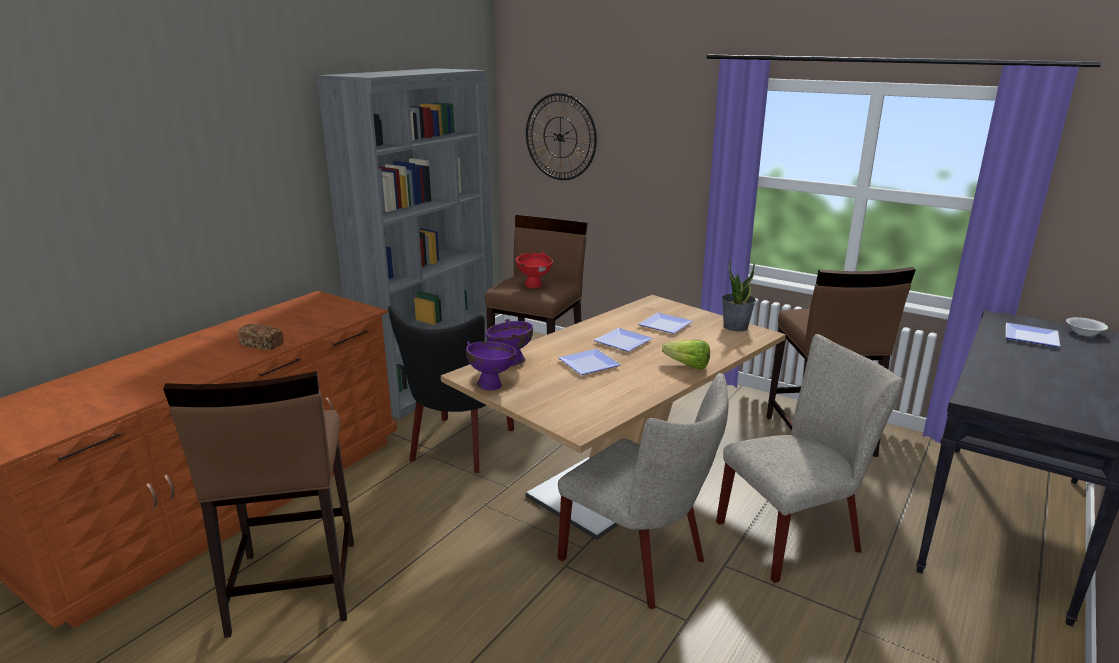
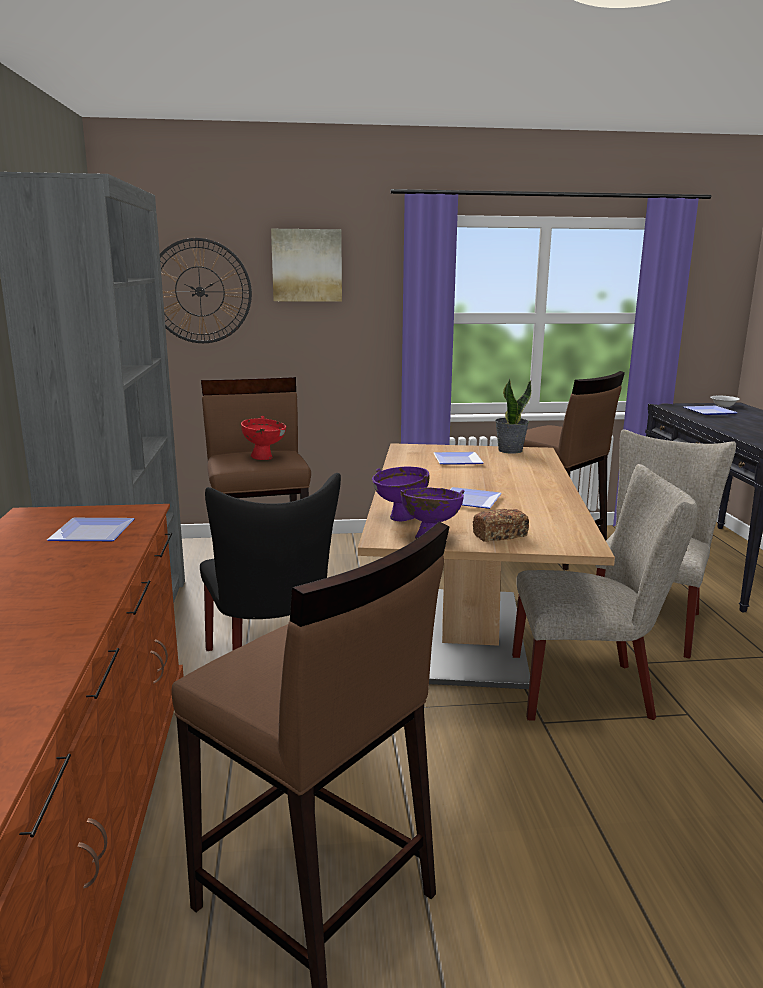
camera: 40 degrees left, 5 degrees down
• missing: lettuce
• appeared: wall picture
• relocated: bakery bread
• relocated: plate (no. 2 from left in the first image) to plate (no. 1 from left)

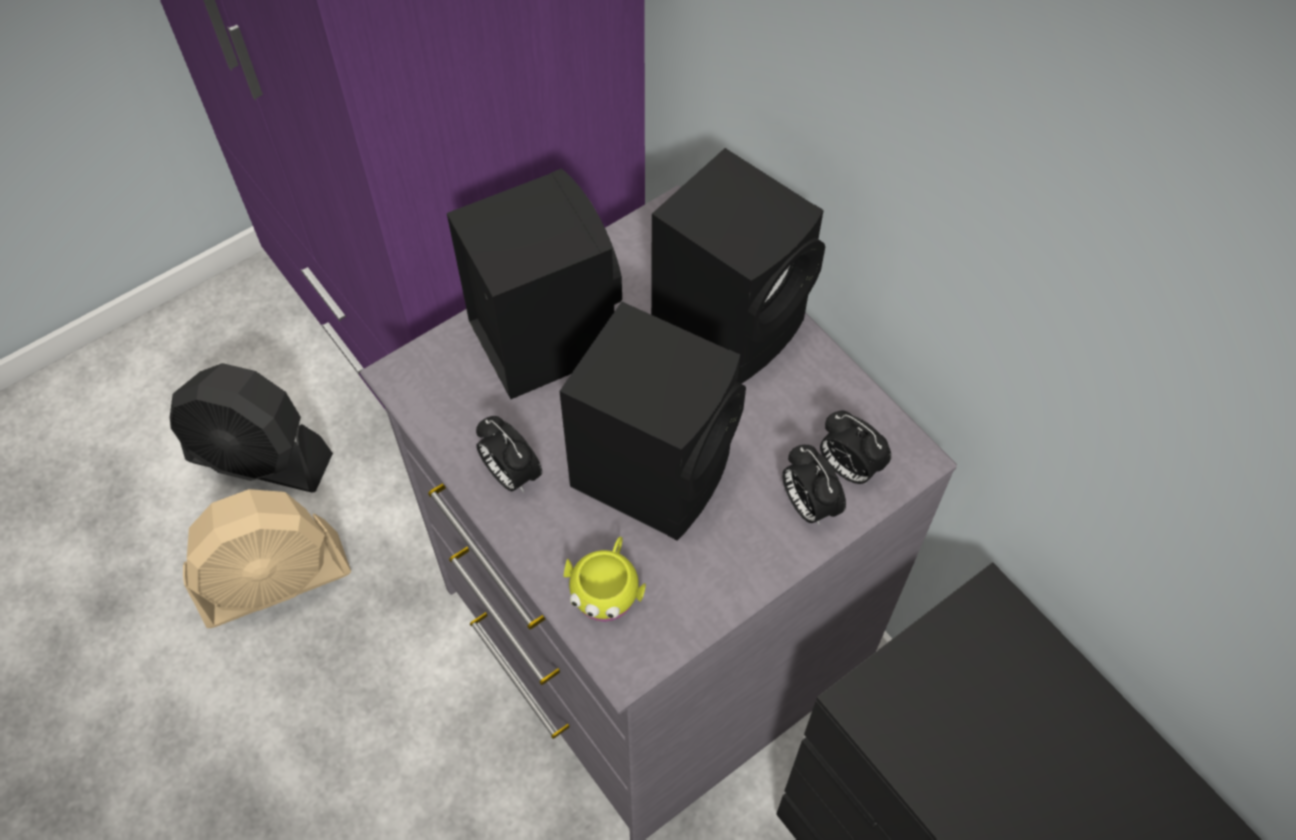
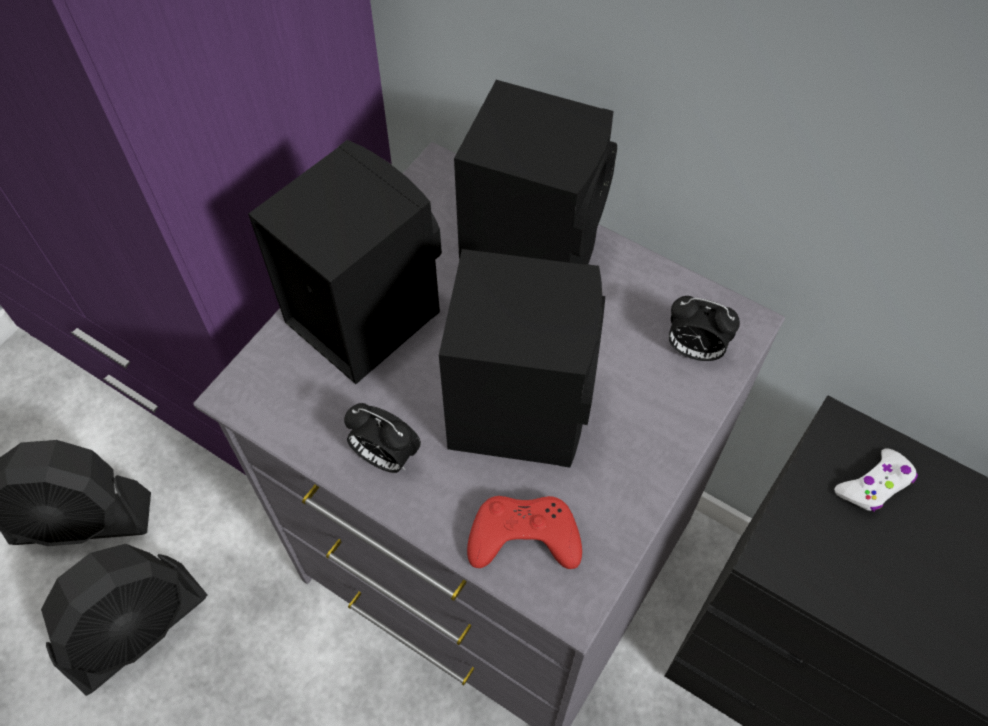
camera: 20 degrees left, 0 degrees up
• missing: table clock (no. 2 from left)
• appeared: white game controller
• exchanged: yellow mug to reddish game controller
• colour: sand-coloured electric fan to black electric fan (no. 2 from left)

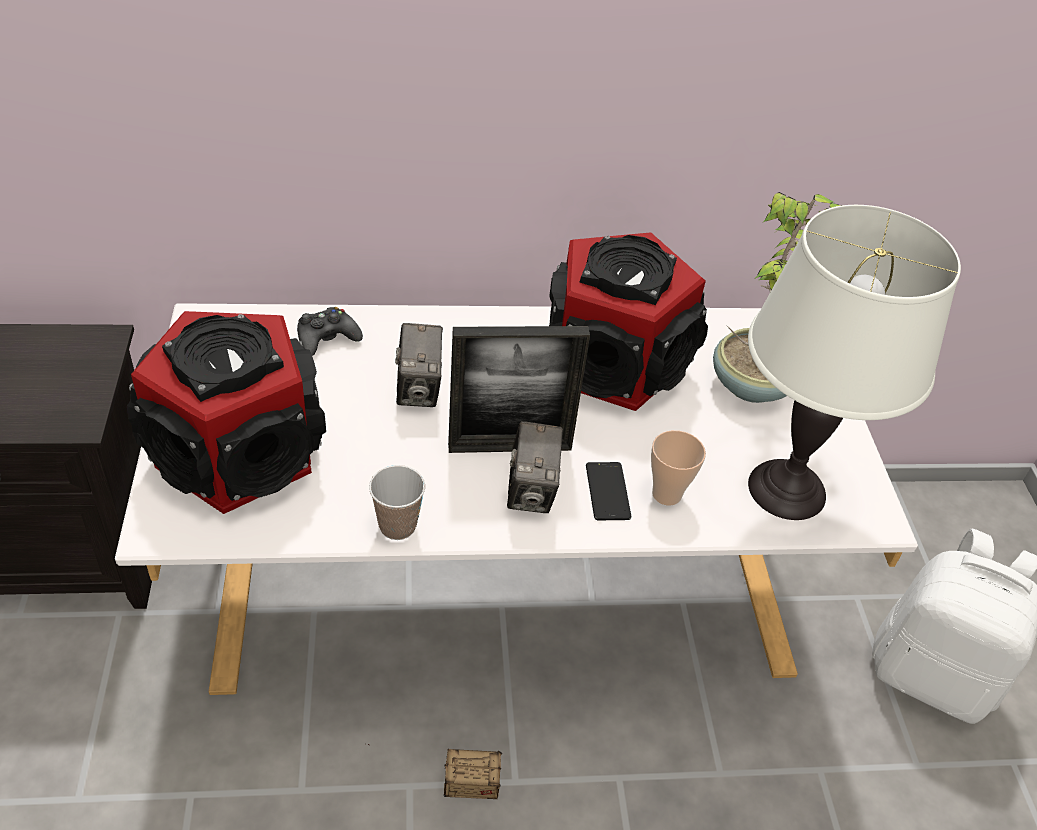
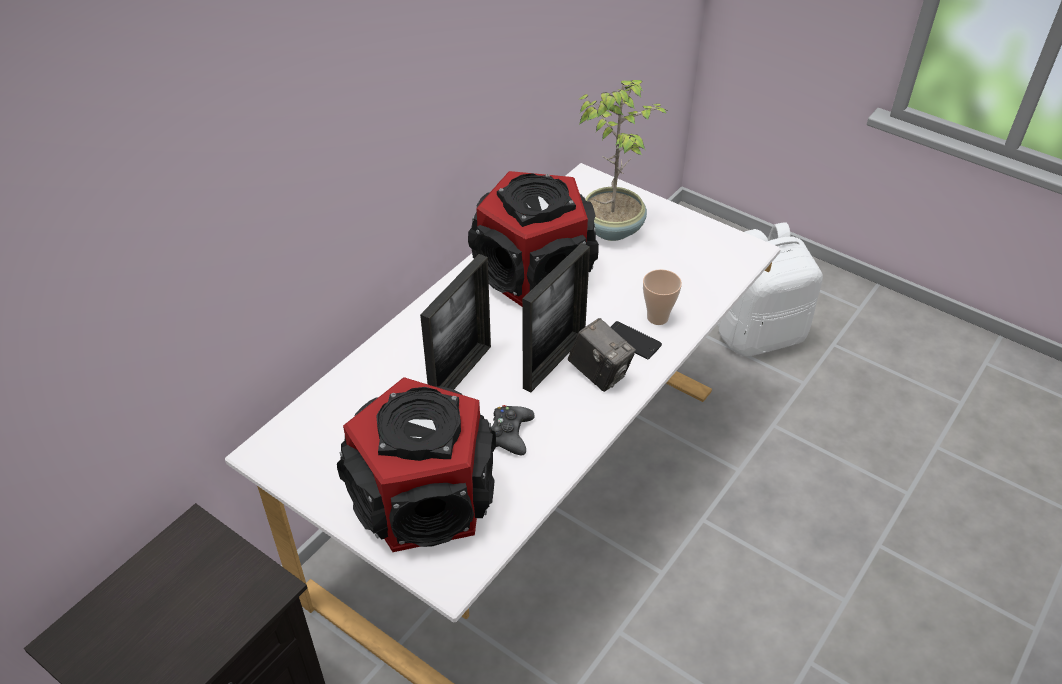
camera: 45 degrees left, 0 degrees up
• missing: storage container
• missing: small cup (no. 1 from left)
• missing: white tabletop lamp
• relocated: black game controller
• exchanged: photo camera (no. 1 from left) to picture frame (no. 1 from left)

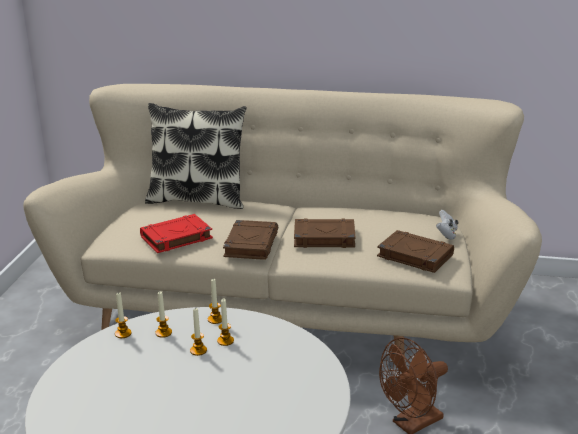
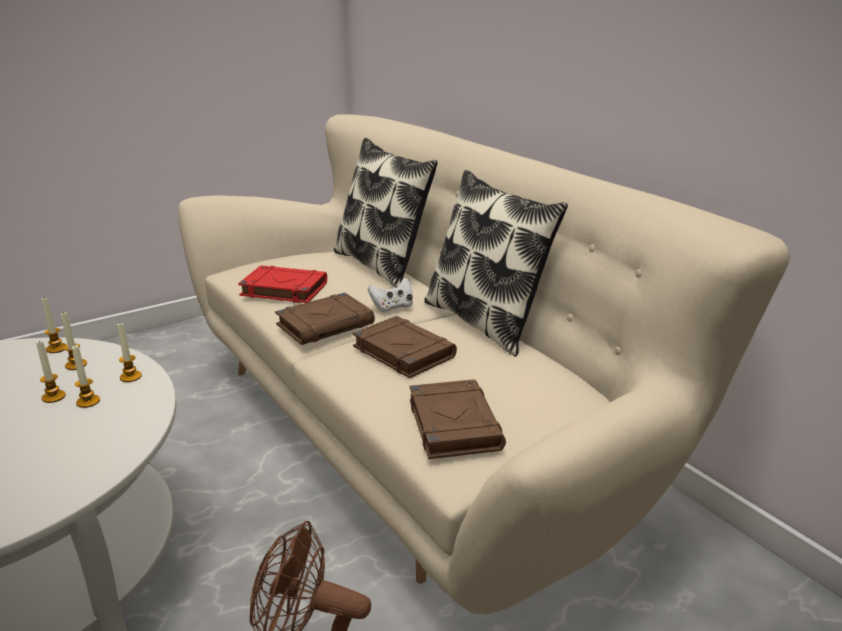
camera: 45 degrees right, 0 degrees up
• appeared: throw pillow (no. 2 from left)
• relocated: white game controller

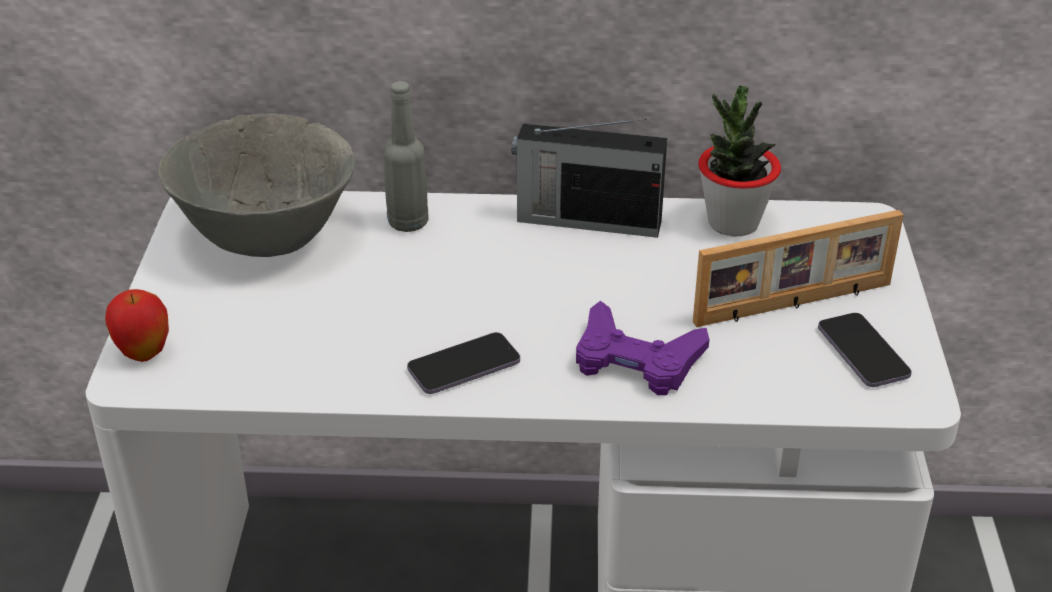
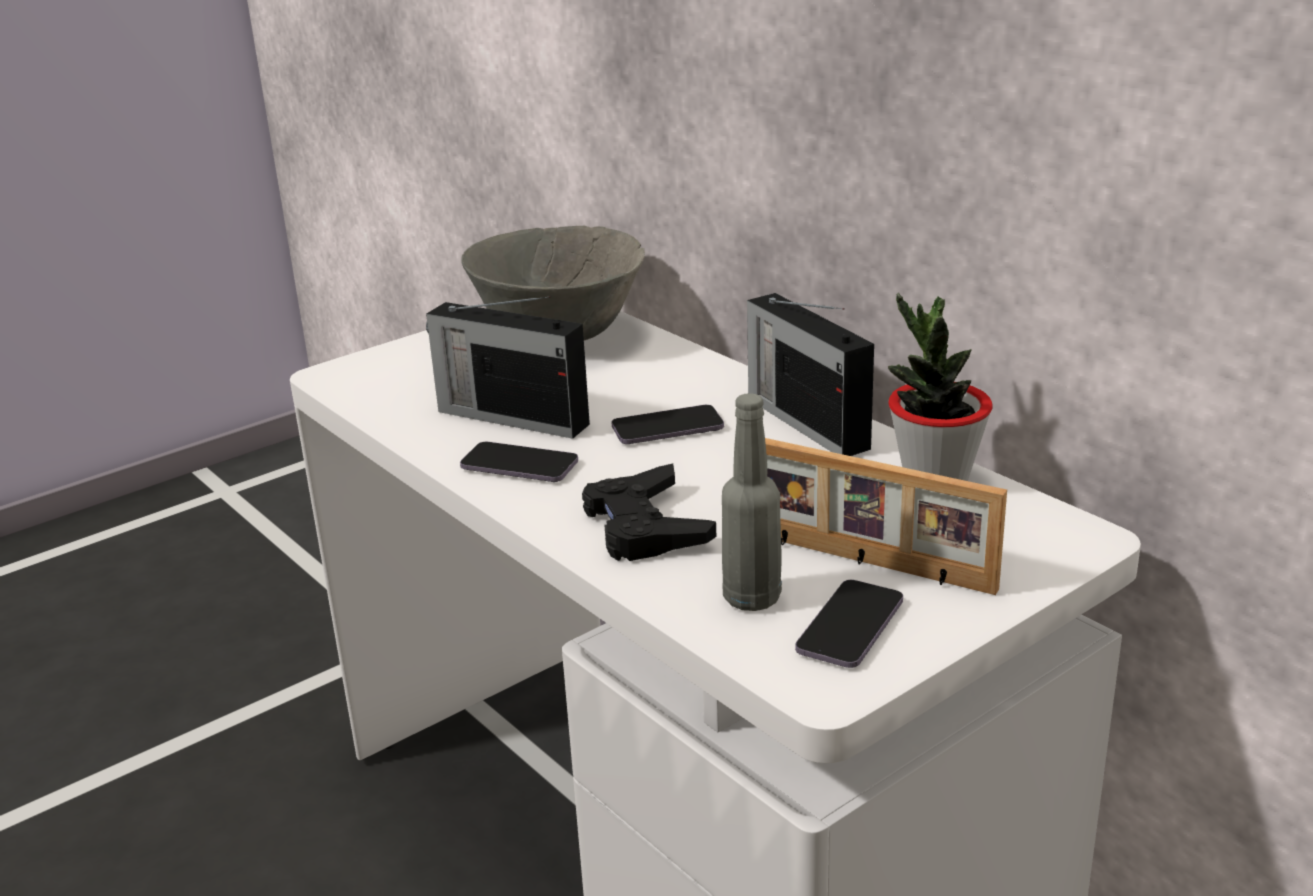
camera: 50 degrees right, 10 degrees down
• missing: apple
• appeared: radio receiver (no. 1 from left)
• appeared: handset (no. 2 from left)
• relocated: greyish drink bottle
• colour: purple-coloured game controller to black game controller

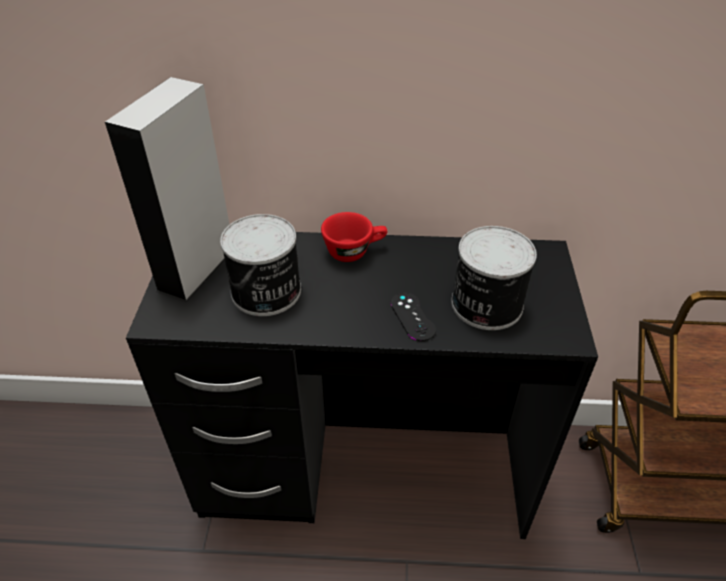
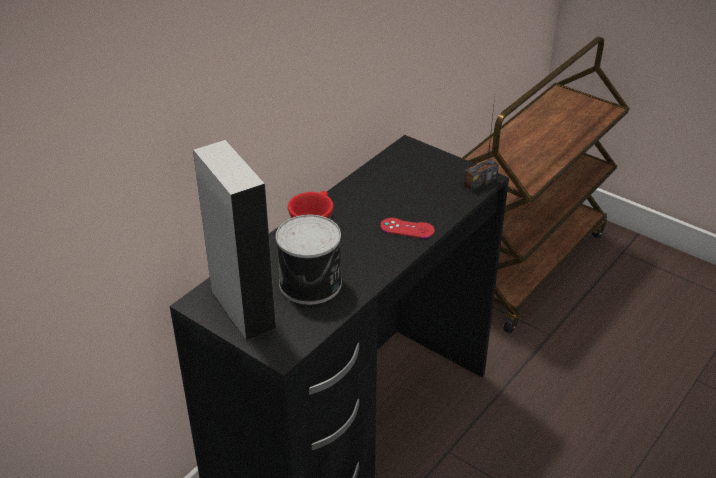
camera: 55 degrees left, 5 degrees down
• missing: can (no. 2 from left)
• appeared: radio receiver
• colour: black game controller to reddish game controller

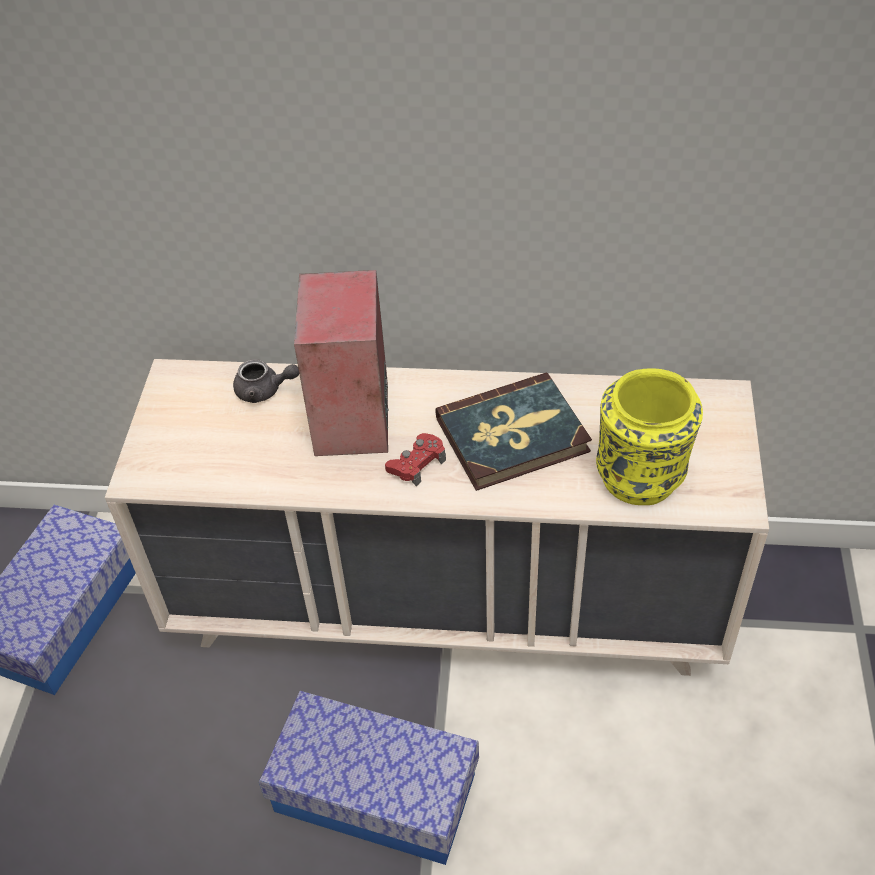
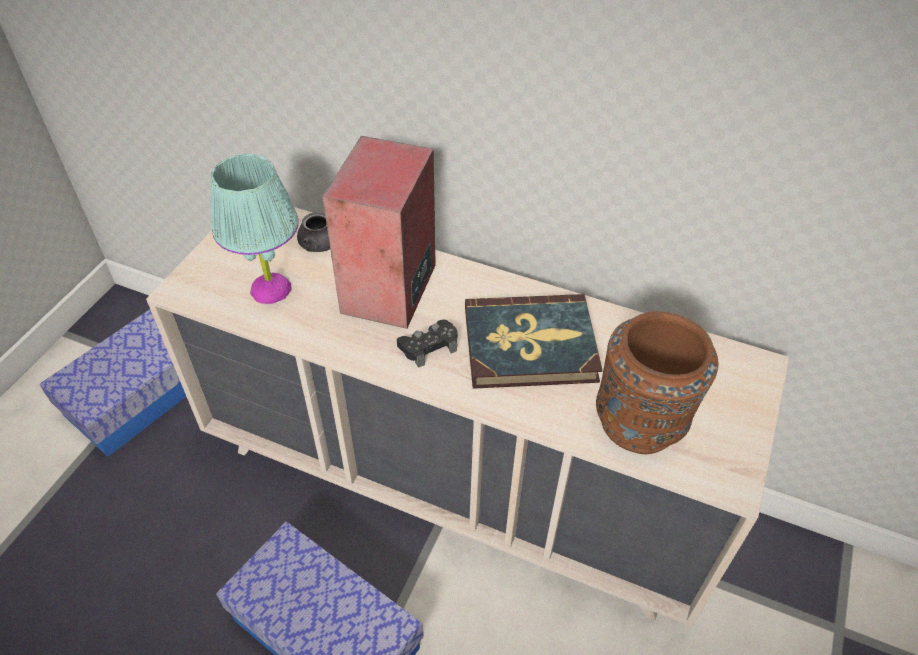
camera: 15 degrees right, 0 degrees up
• appeared: turquoise tabletop lamp
• colour: reddish game controller to black game controller
• colour: yellow decorative vase to brown-coloured decorative vase

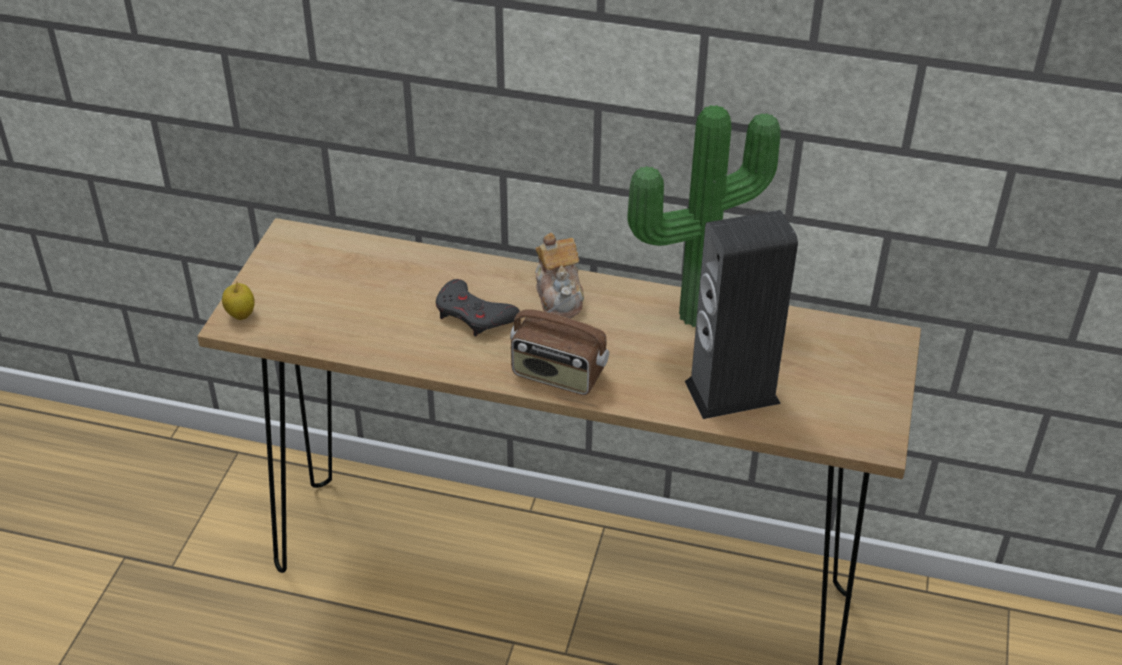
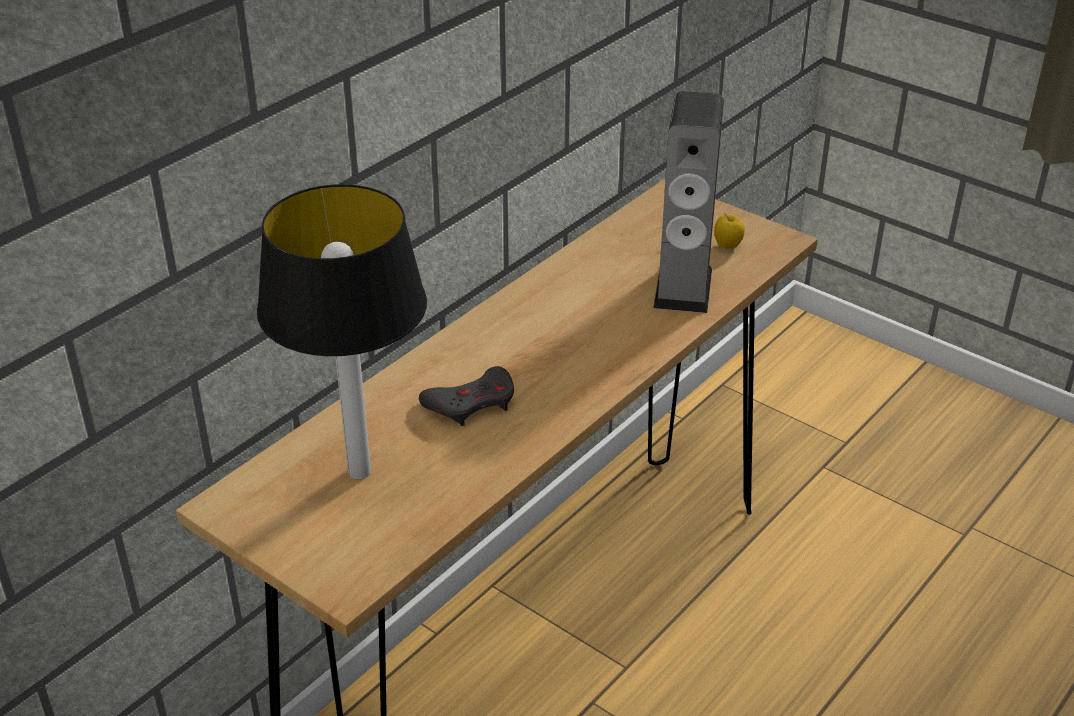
camera: 65 degrees left, 5 degrees down
• missing: radio receiver
• missing: tea pot
• missing: houseplant
• appeared: tabletop lamp
• relocated: apple

